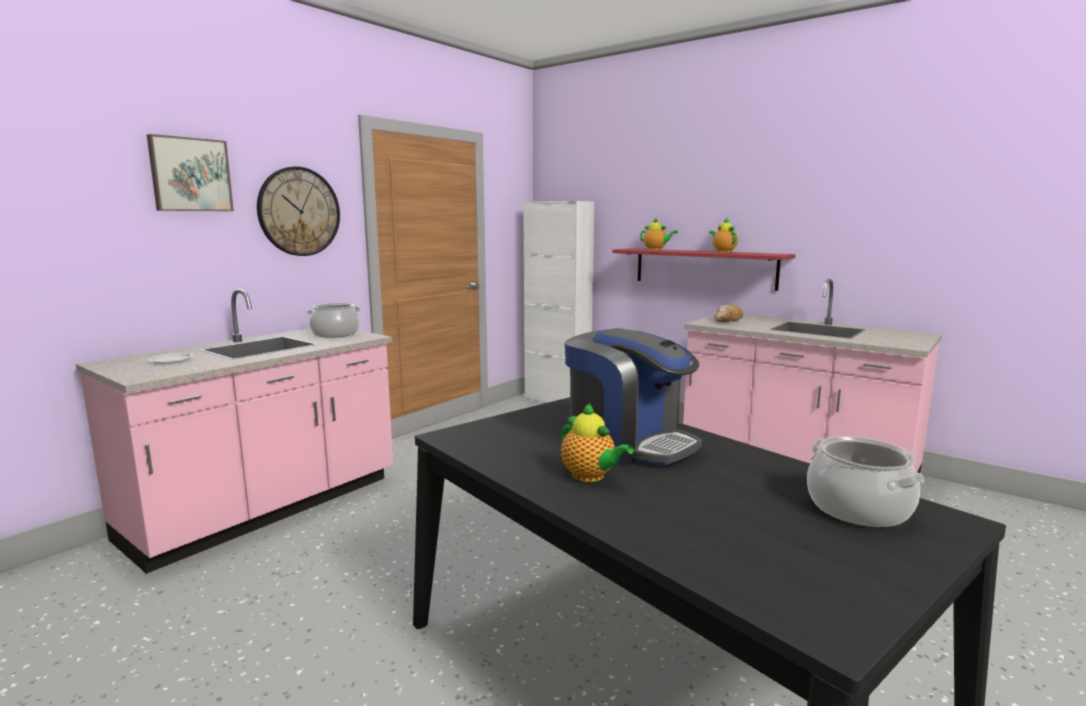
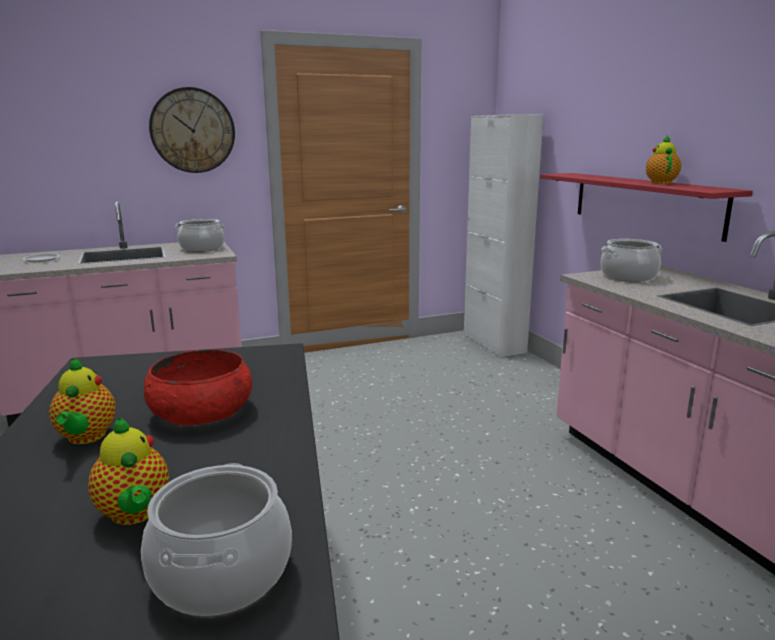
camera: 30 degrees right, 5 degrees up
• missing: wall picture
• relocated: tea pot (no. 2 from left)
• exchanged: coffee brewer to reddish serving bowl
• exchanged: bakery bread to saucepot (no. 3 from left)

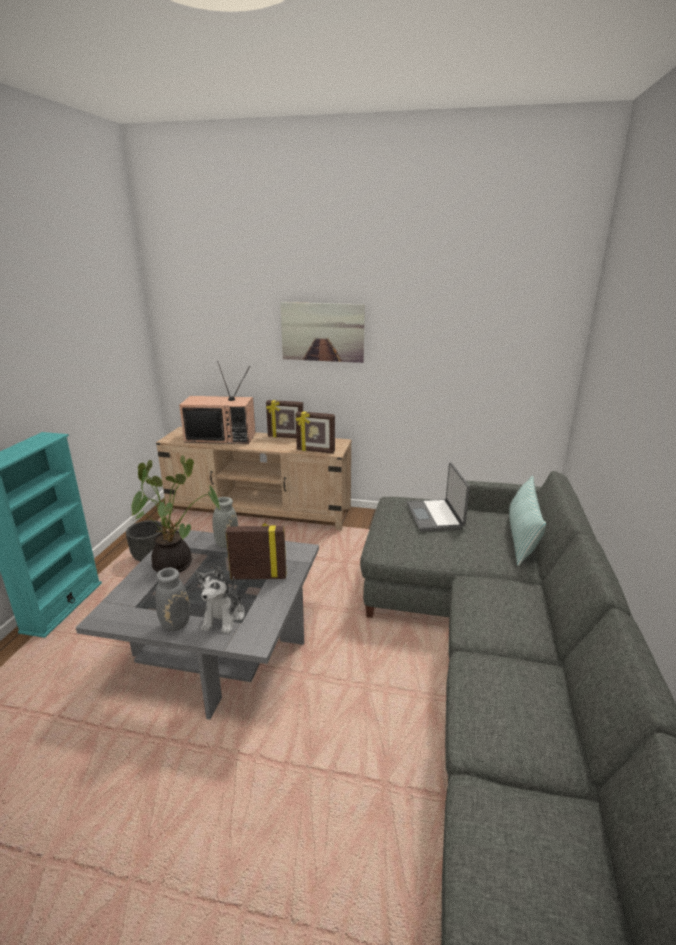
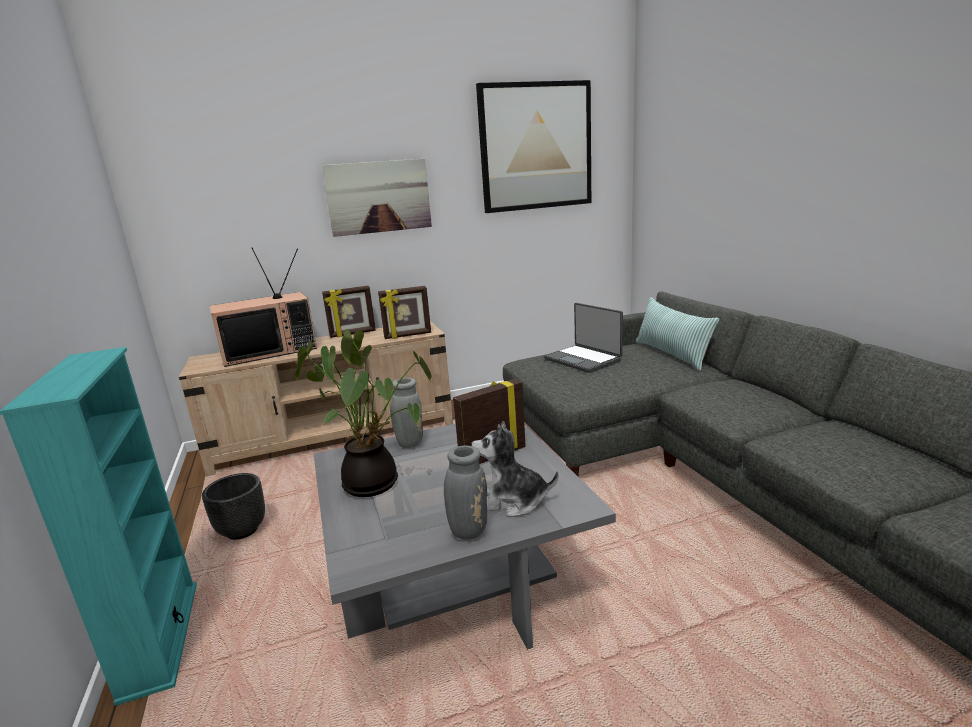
camera: 30 degrees left, 5 degrees down
• appeared: wall picture (no. 2 from left)
• spun: plush toy 120 degrees clockwise

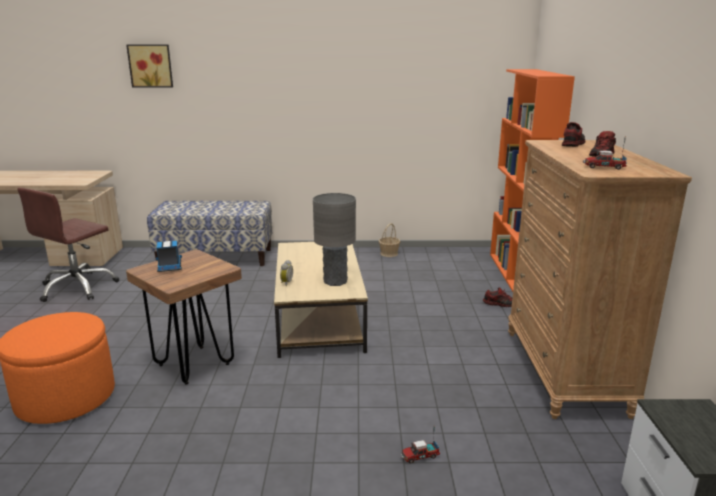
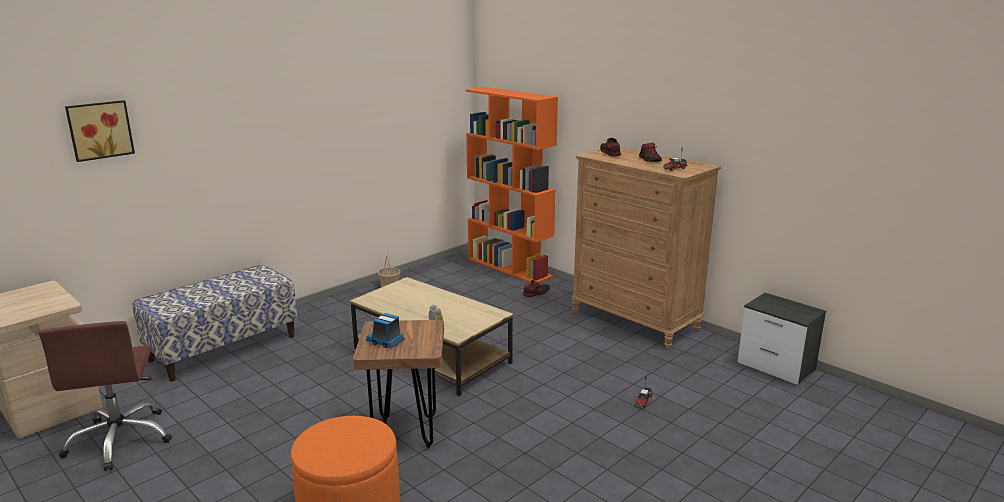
camera: 45 degrees left, 0 degrees up
• missing: greyish tabletop lamp

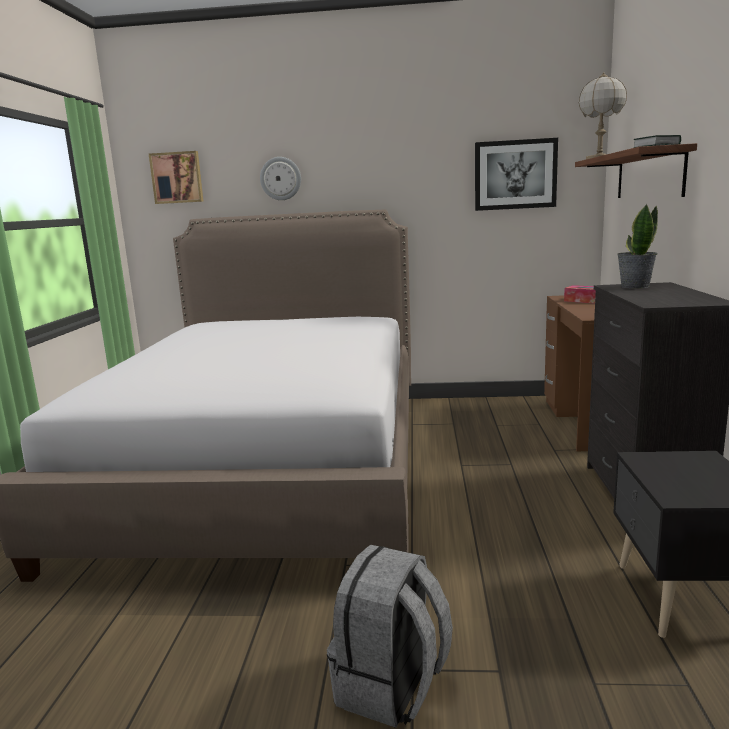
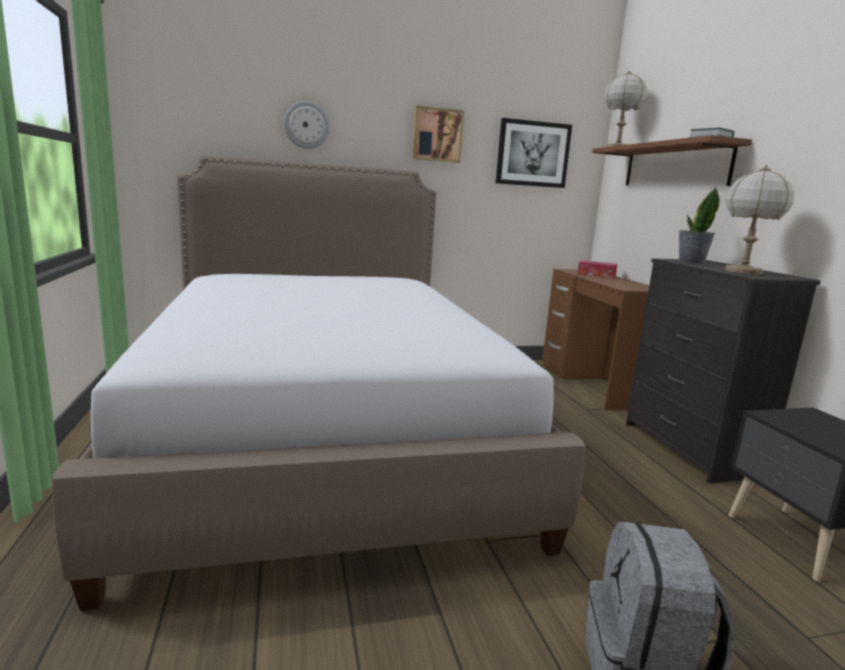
camera: 20 degrees left, 0 degrees up
• appeared: tabletop lamp (no. 2 from left)
• relocated: wall picture (no. 1 from left)

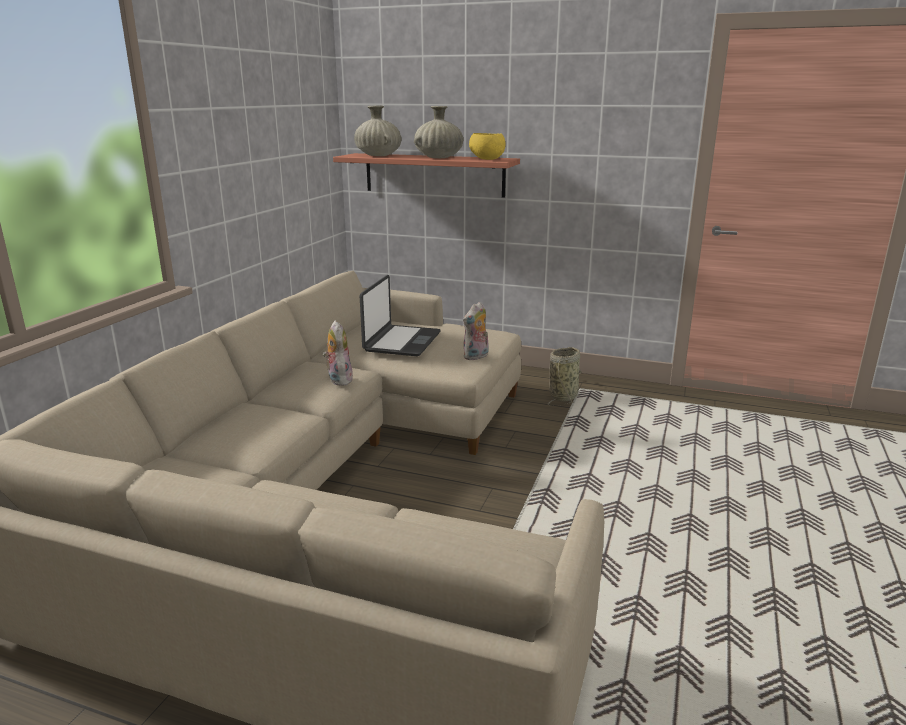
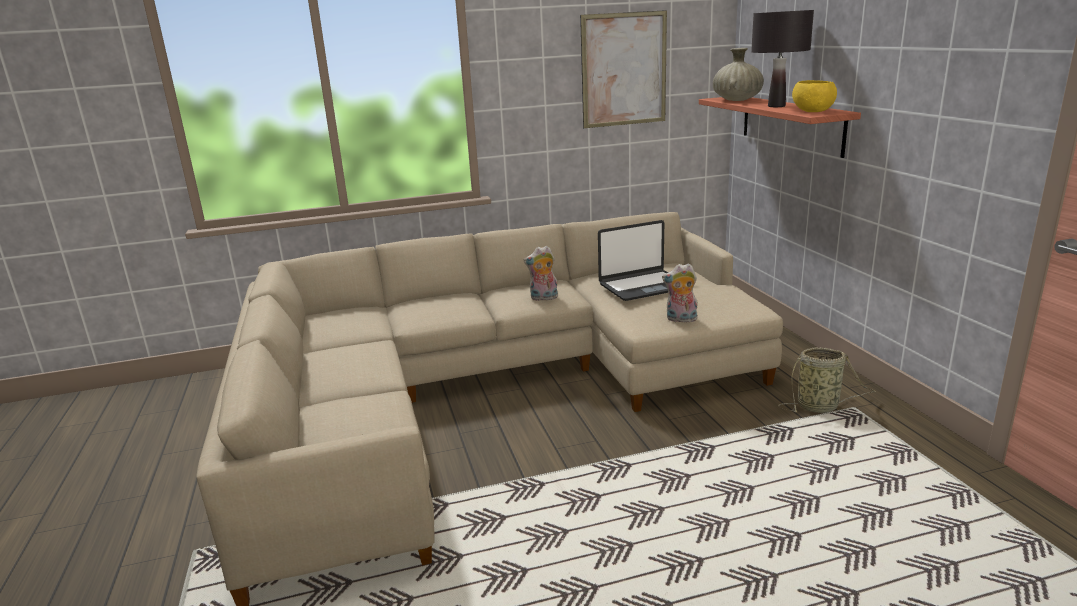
camera: 55 degrees right, 0 degrees up
• appeared: wall picture
• exchanged: sand-coloured decorative vase (no. 2 from left) to black tabletop lamp
• spun: plush toy (no. 1 from left) 135 degrees counterclockwise

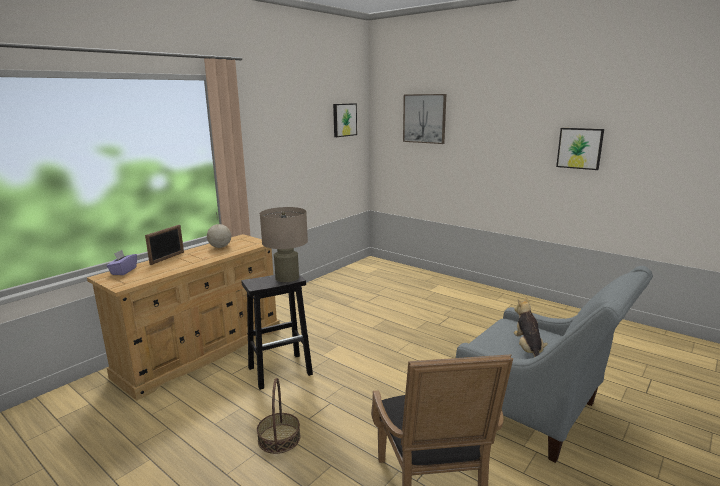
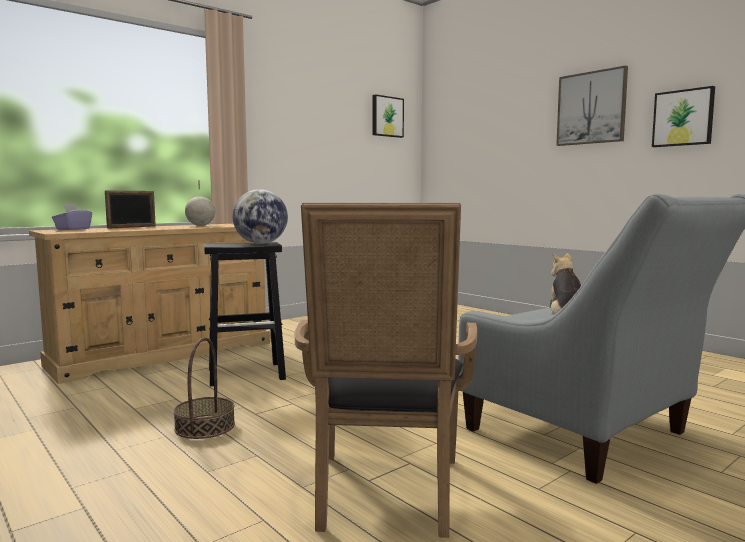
camera: 10 degrees right, 10 degrees down
• relocated: wall picture (no. 2 from left)
• exchanged: sand-coloured tabletop lamp to globe (no. 2 from left)

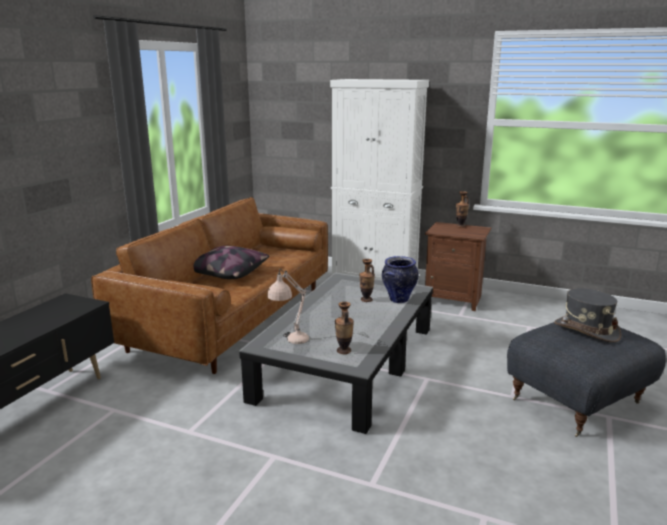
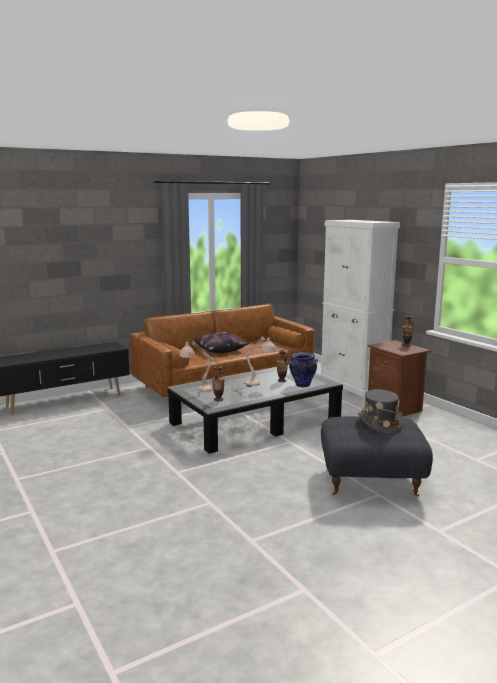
camera: 35 degrees right, 5 degrees down
• appeared: sand-coloured tabletop lamp (no. 2 from left)

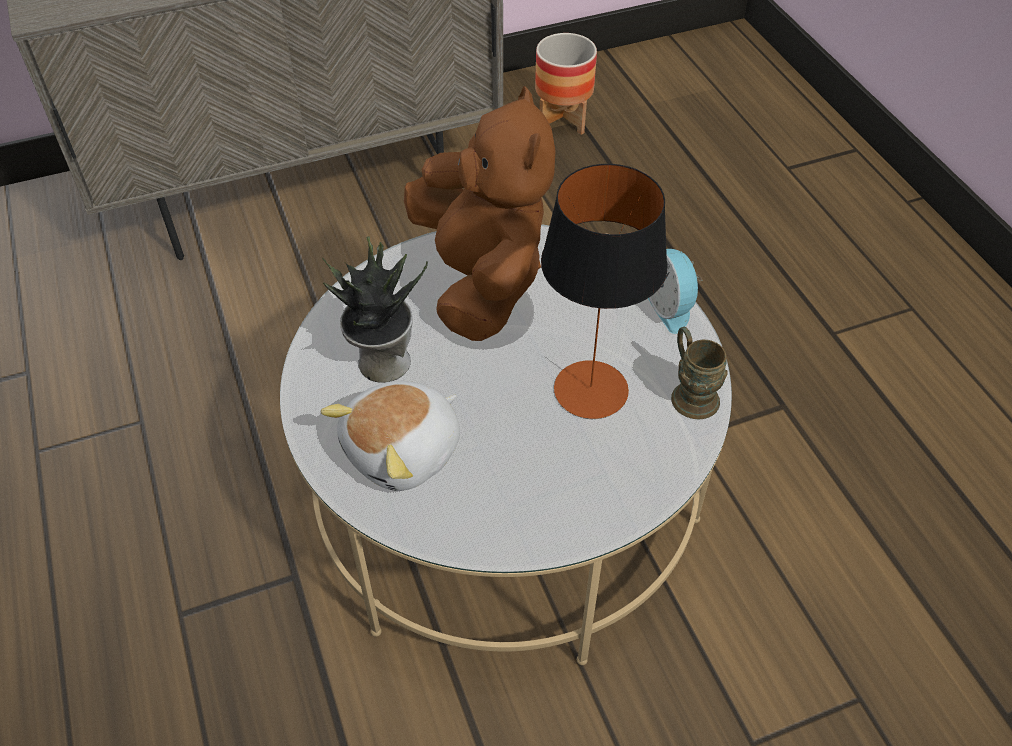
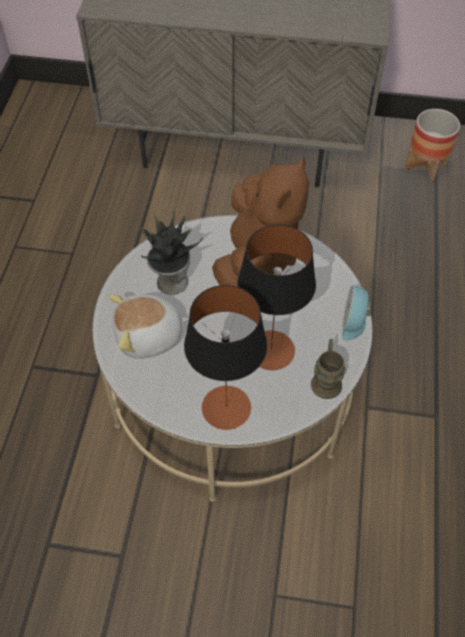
camera: 30 degrees right, 5 degrees up
• appeared: tabletop lamp (no. 1 from left)

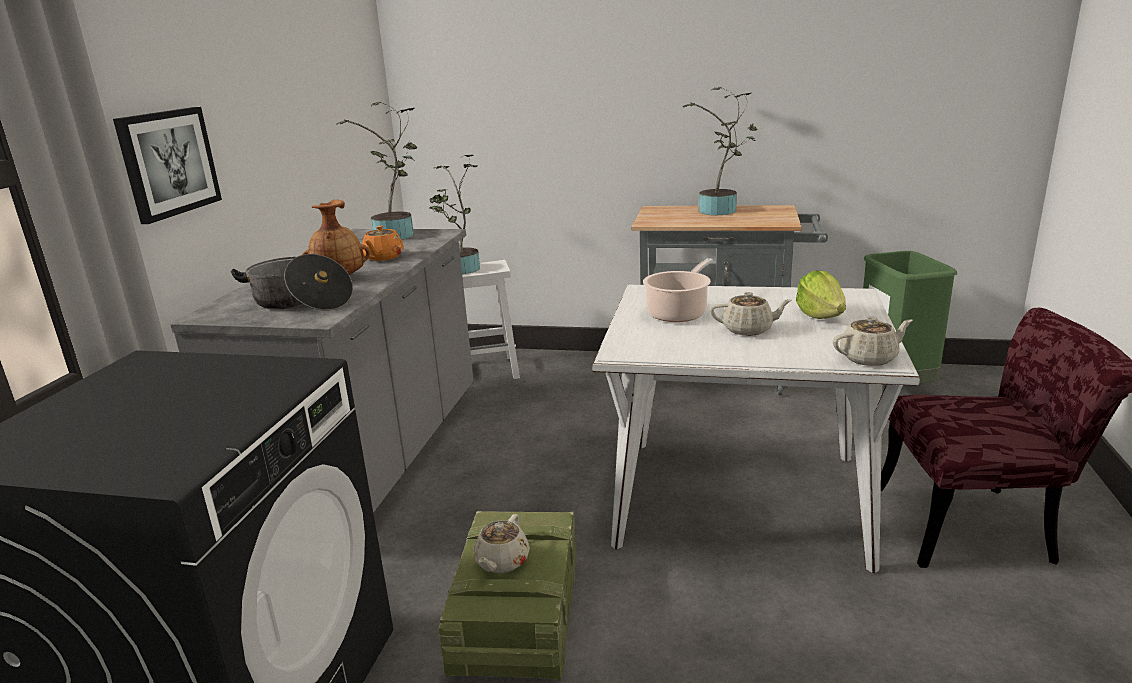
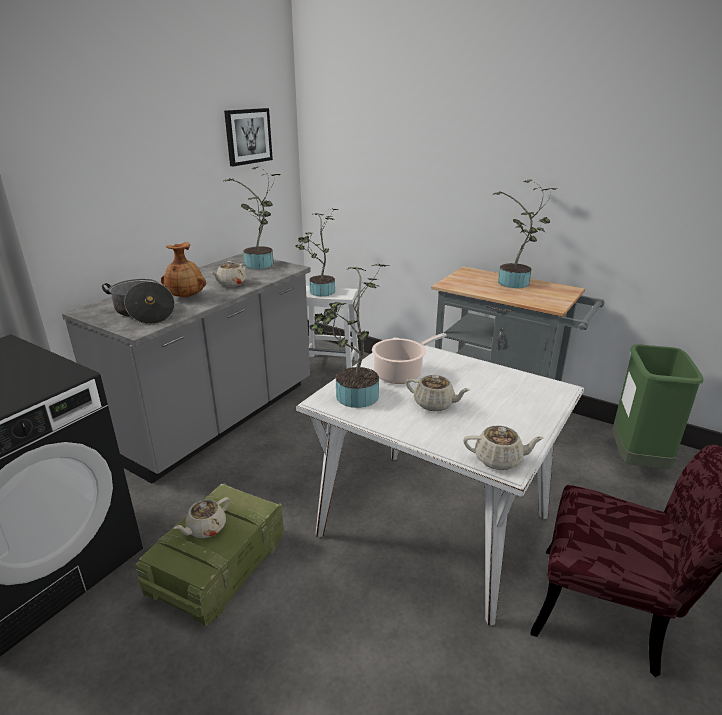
camera: 20 degrees right, 5 degrees up
• missing: lettuce
• appeared: houseplant (no. 3 from left)
• relocated: wall picture
• colour: orange tea pot to sand-coloured tea pot (no. 2 from left)

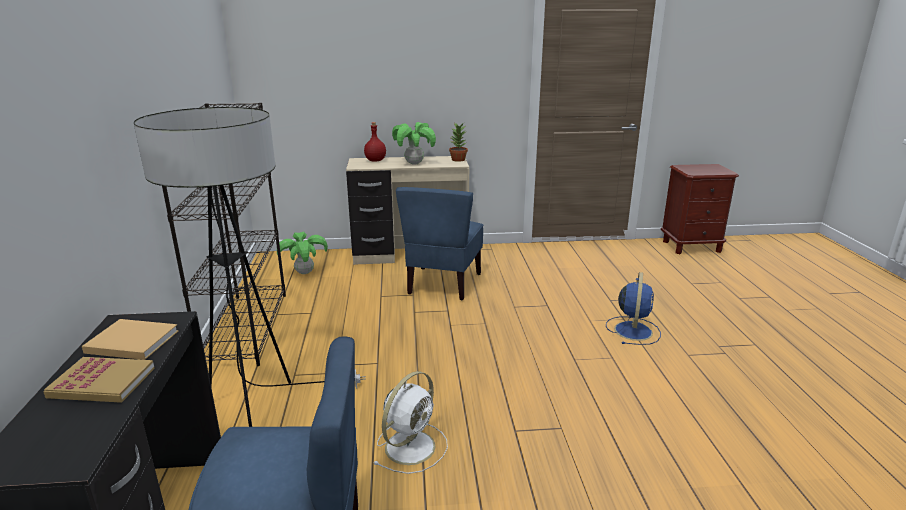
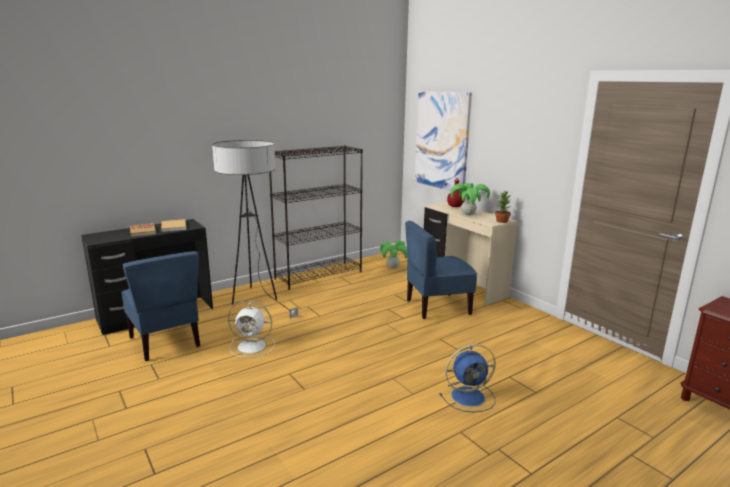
camera: 60 degrees right, 5 degrees down
• appeared: wall picture

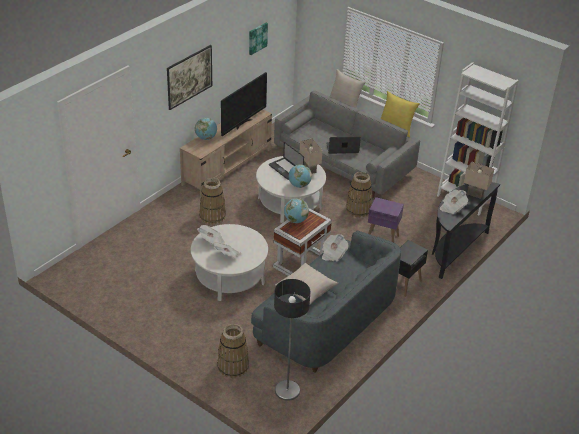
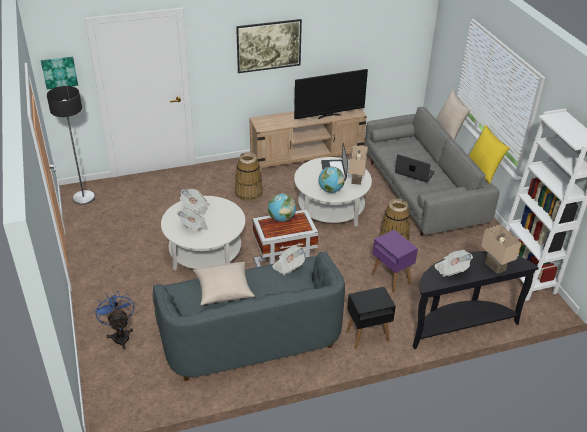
camera: 35 degrees right, 0 degrees up
• missing: globe (no. 1 from left)
• relocated: wall picture (no. 2 from left in the first image) to wall picture (no. 1 from left)
• relocated: standard lamp
• exchanged: basket (no. 2 from left) to bluish electric fan

